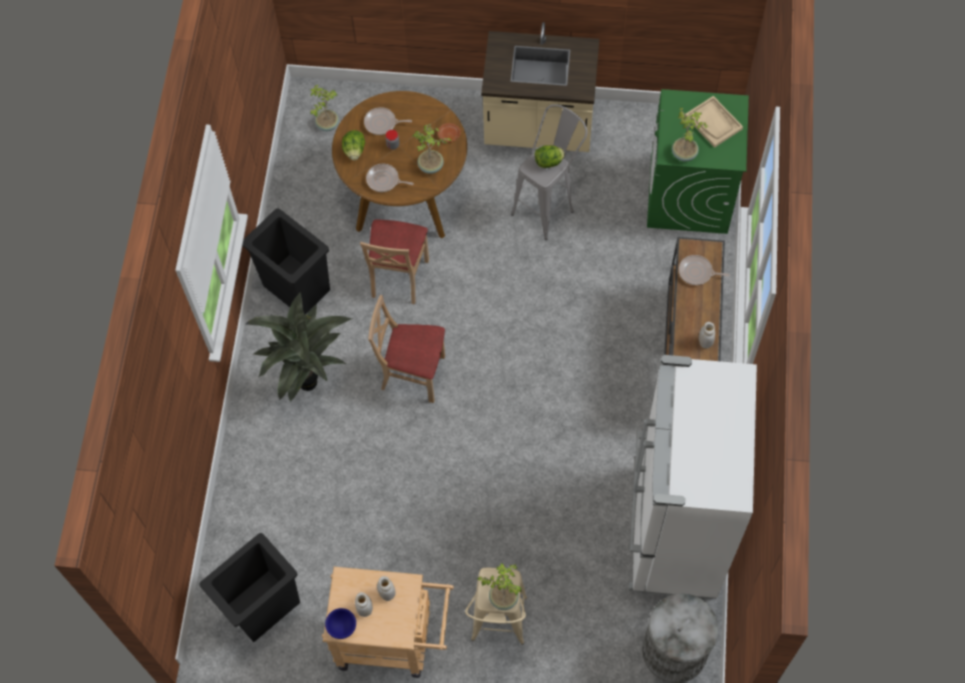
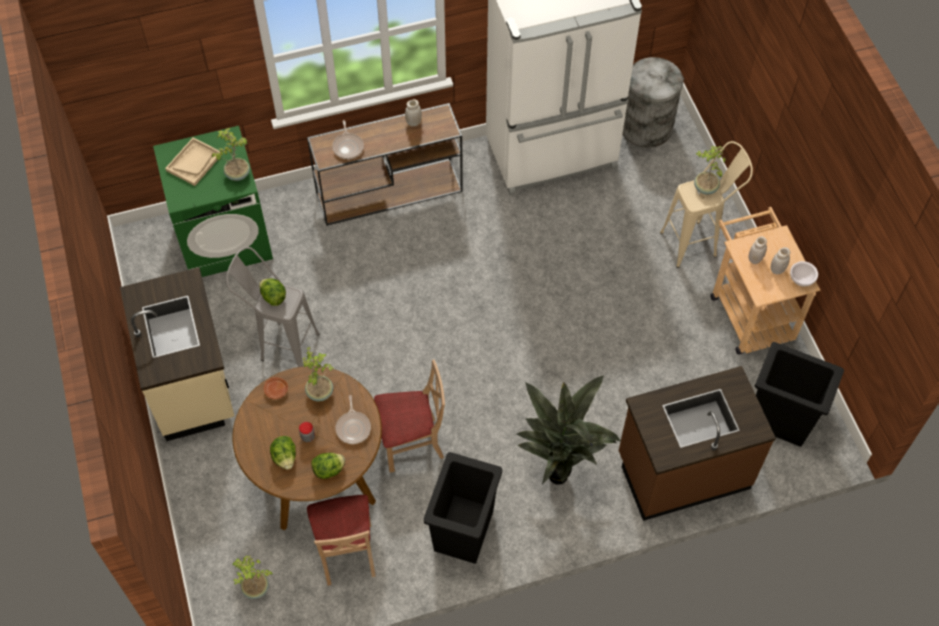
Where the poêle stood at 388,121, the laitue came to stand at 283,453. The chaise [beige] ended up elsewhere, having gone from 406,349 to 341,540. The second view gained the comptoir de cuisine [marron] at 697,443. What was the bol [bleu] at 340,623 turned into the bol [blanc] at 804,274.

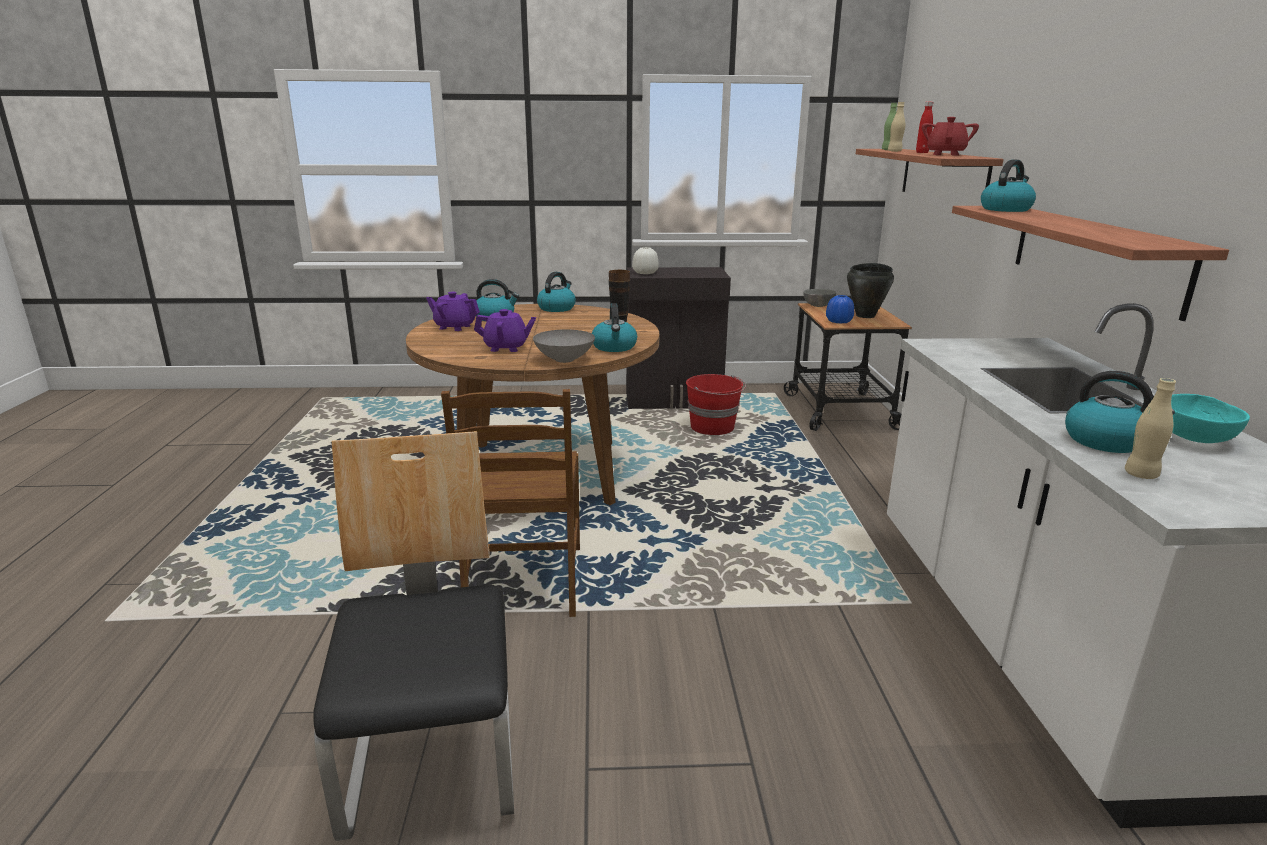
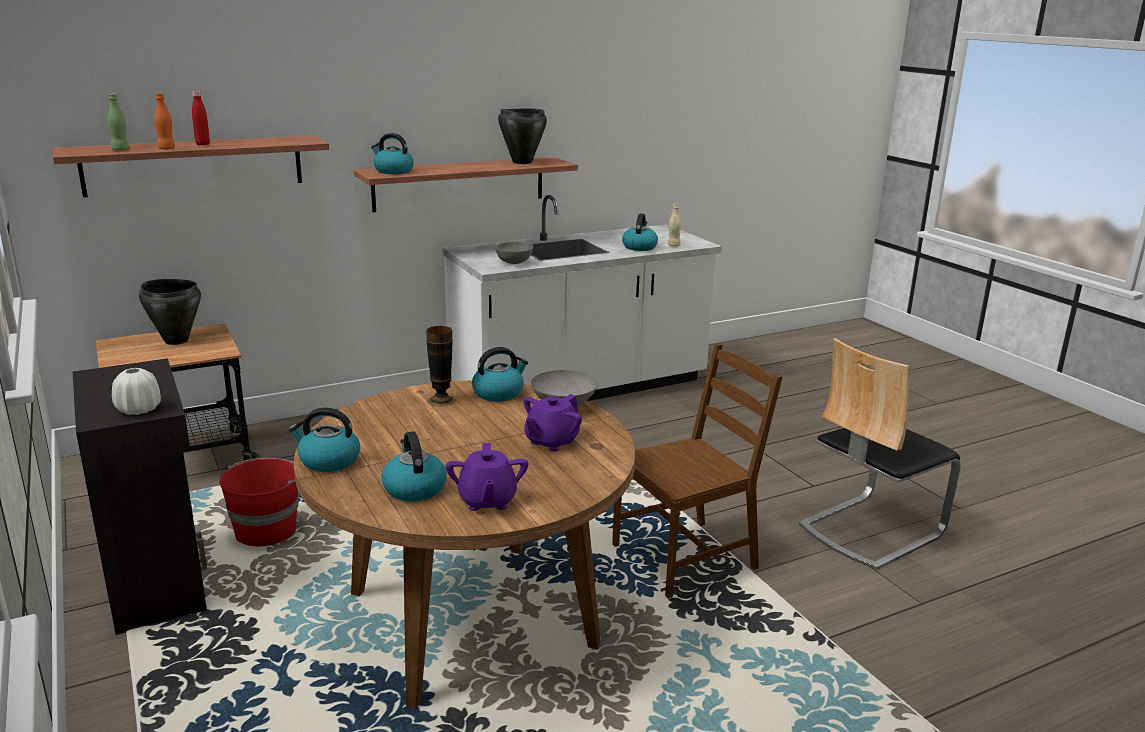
What was the bouteille [beige] at 896,127 turned into the bouteille [orange] at 164,121. The bol [gris] ended up elsewhere, having gone from 819,298 to 514,252. The second view gained the marmite [noir] at 522,136. The théière [violet] at 505,330 ended up facing another way, 120 degrees counterclockwise from before. The second view lost the vase [bleu] at 840,309. The second view lost the théière [rouge] at 950,136. The second view lost the bol [turquoise] at 1210,418.

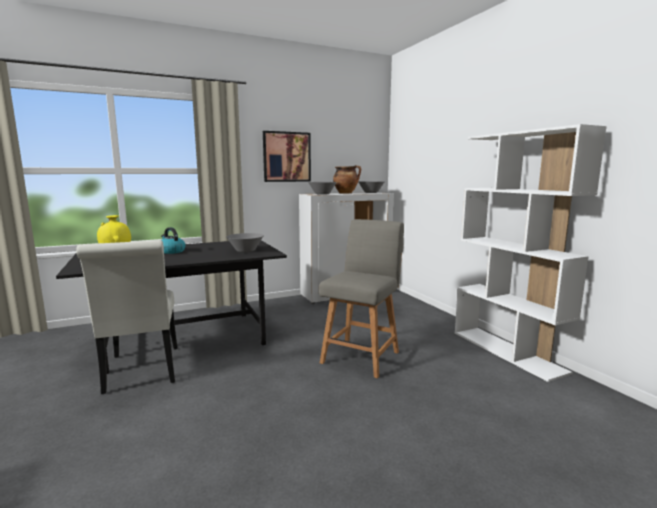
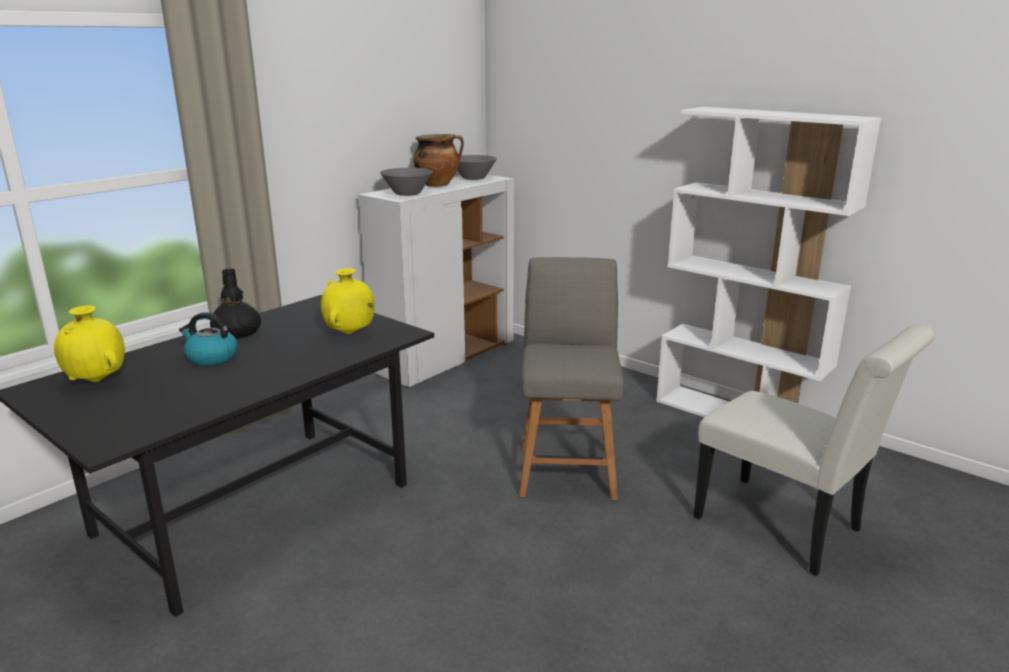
The second view gained the vase [noir] at 235,304. Where the bol [gris] stood at 245,242, the vase [jaune] came to stand at 348,301. The chaise [blanc] ended up elsewhere, having gone from 127,317 to 814,450. The second view lost the tableau at 287,156.

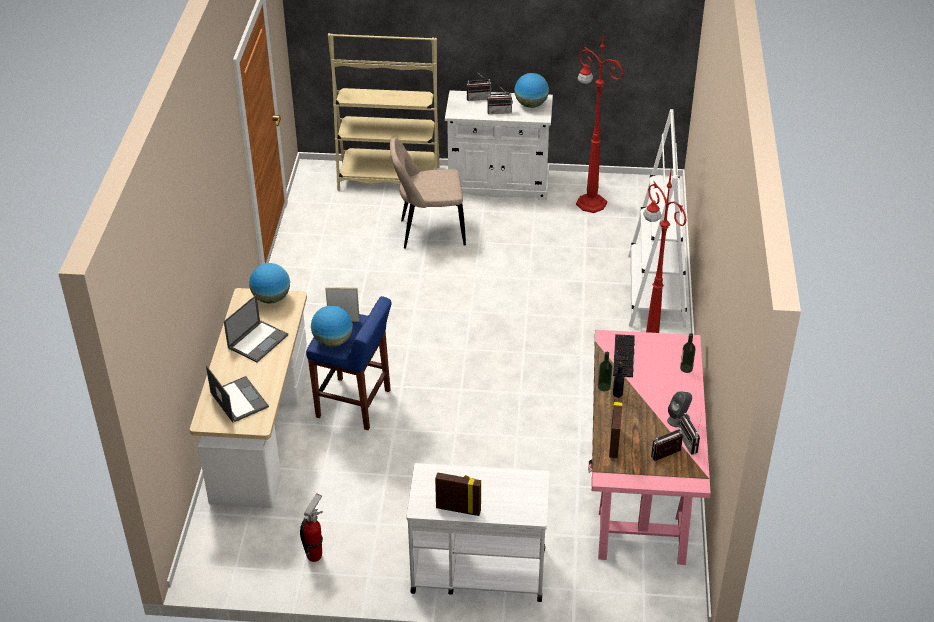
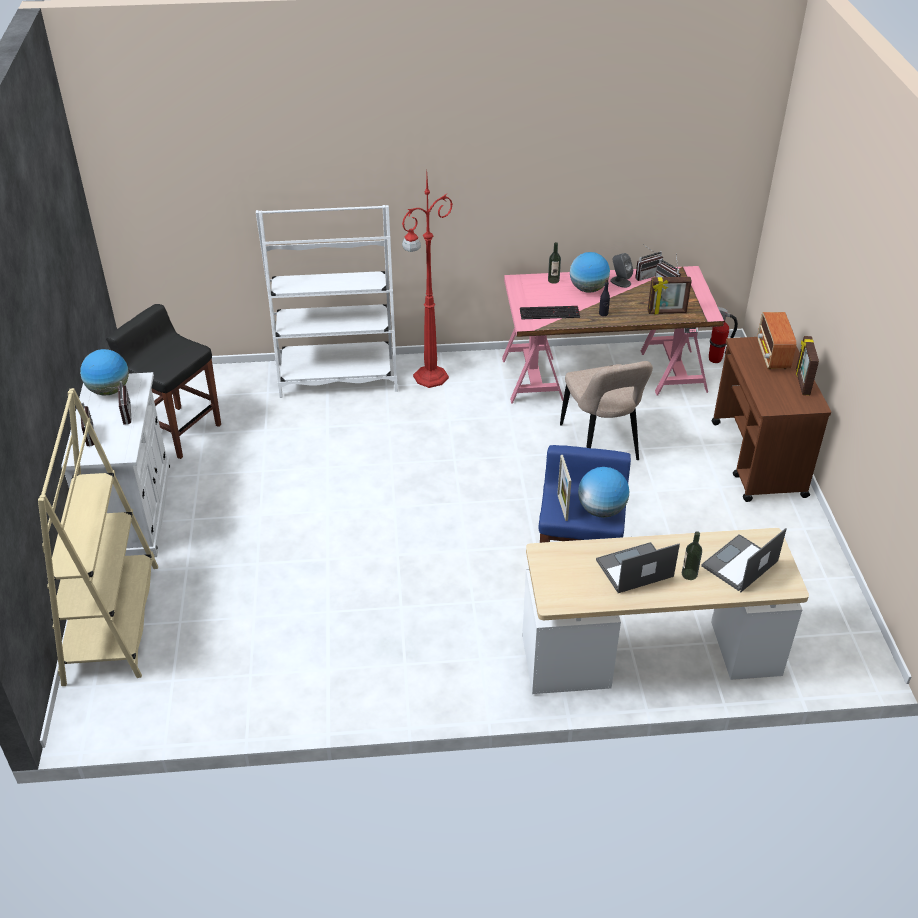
Where the lampadaire [rouge] stood at 600,120, the tabouret [noir] came to stand at 163,381. The chaise [beige] ended up elsewhere, having gone from 428,193 to 606,410. The globe ended up elsewhere, having gone from 269,283 to 590,272. The ordinateur portable at 256,329 ended up facing another way, 45 degrees counterclockwise from before. The bouteille ended up elsewhere, having gone from 605,371 to 692,555. The extincteur ended up elsewhere, having gone from 311,527 to 723,335. What was the chariot [blanc] at 477,532 turned into the chariot [marron] at 771,419. The second view gained the radio at 776,340.

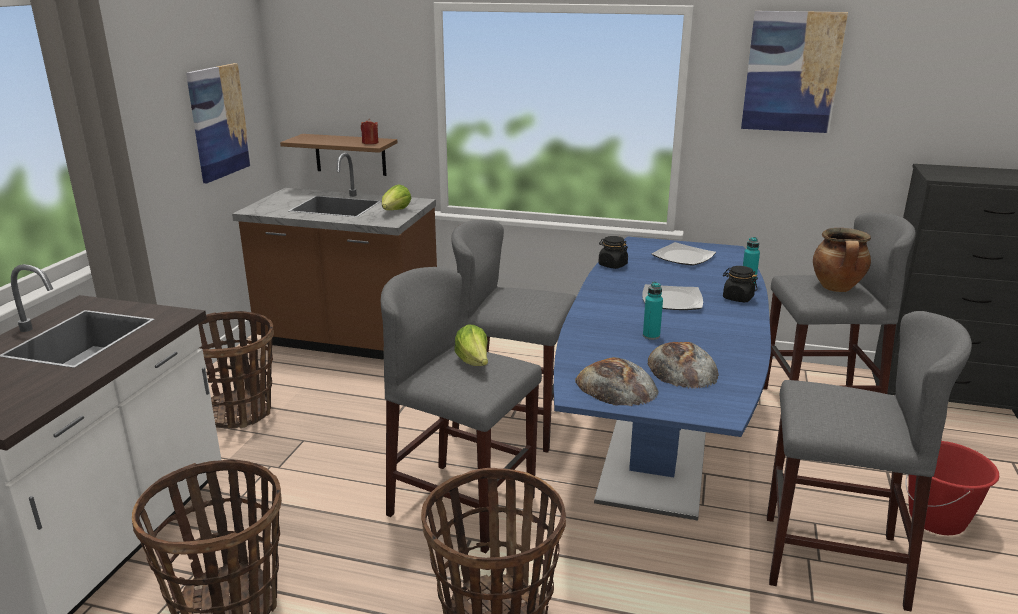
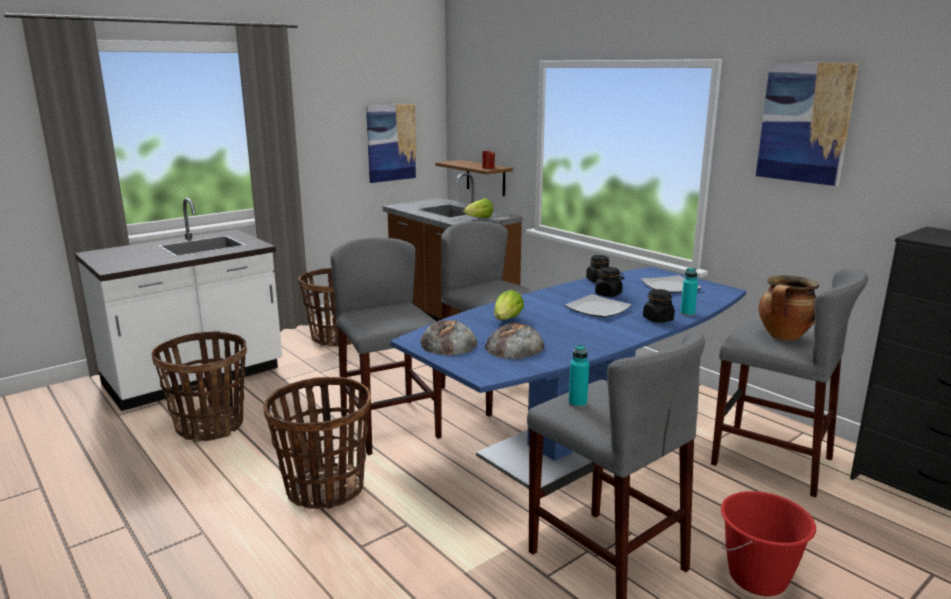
The laitue ended up elsewhere, having gone from 471,345 to 509,305. The bouteille [turquoise] ended up elsewhere, having gone from 653,311 to 578,376. The second view gained the bocal [noir] at 609,282.

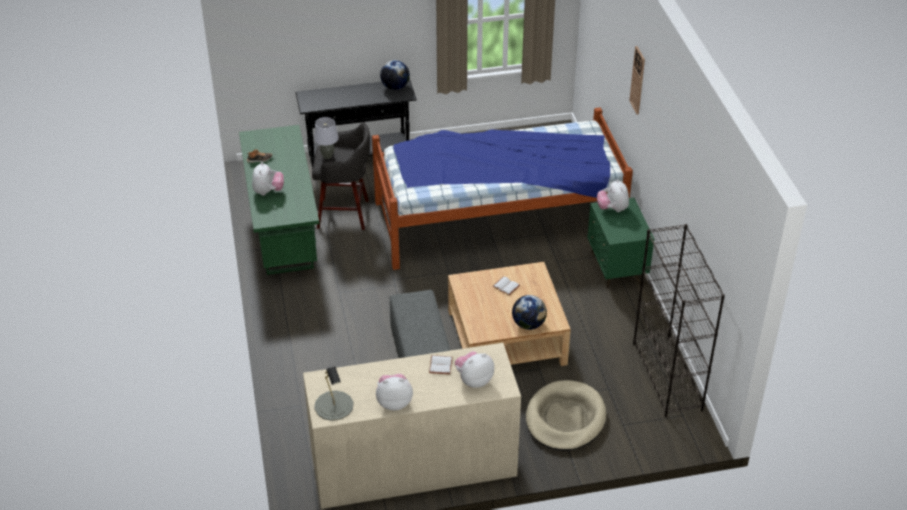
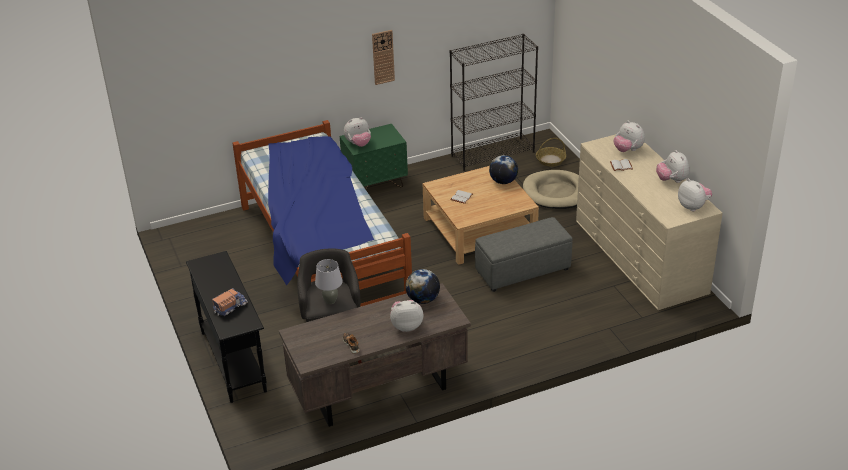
The second view gained the camion jouet at 230,302. What was the bureau [vert] at 279,200 turned into the bureau [marron] at 375,355. The horloge murale ended up elsewhere, having gone from 637,80 to 383,57. The globe ended up elsewhere, having gone from 395,75 to 422,286. The second view gained the panier at 551,152. Where the lampe de table [gris] stood at 334,393, the peluche came to stand at 695,195.

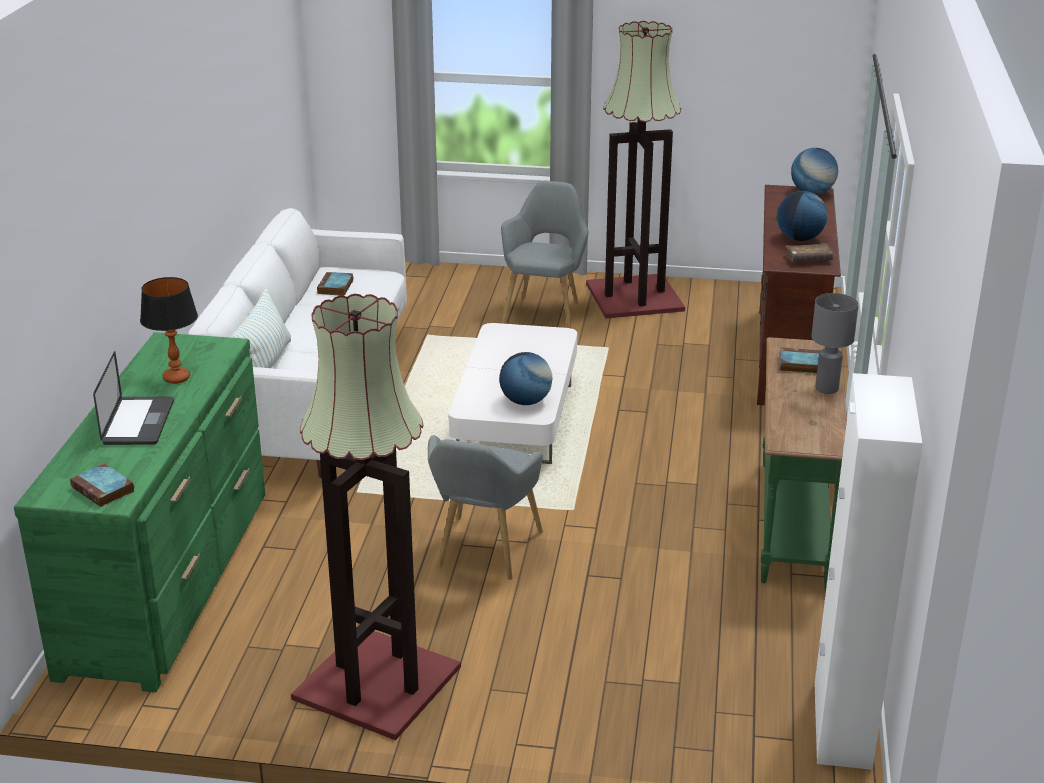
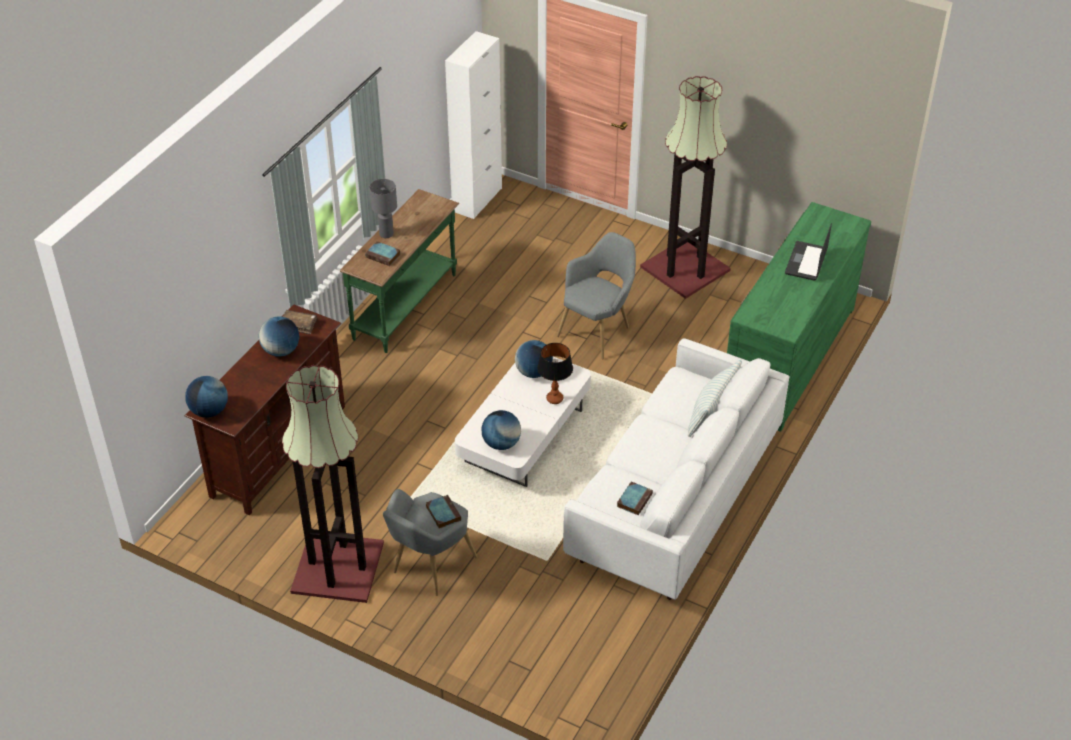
The livre ended up elsewhere, having gone from 102,485 to 443,512. The second view gained the globe at 501,430. The lampe de table ended up elsewhere, having gone from 169,330 to 555,373.

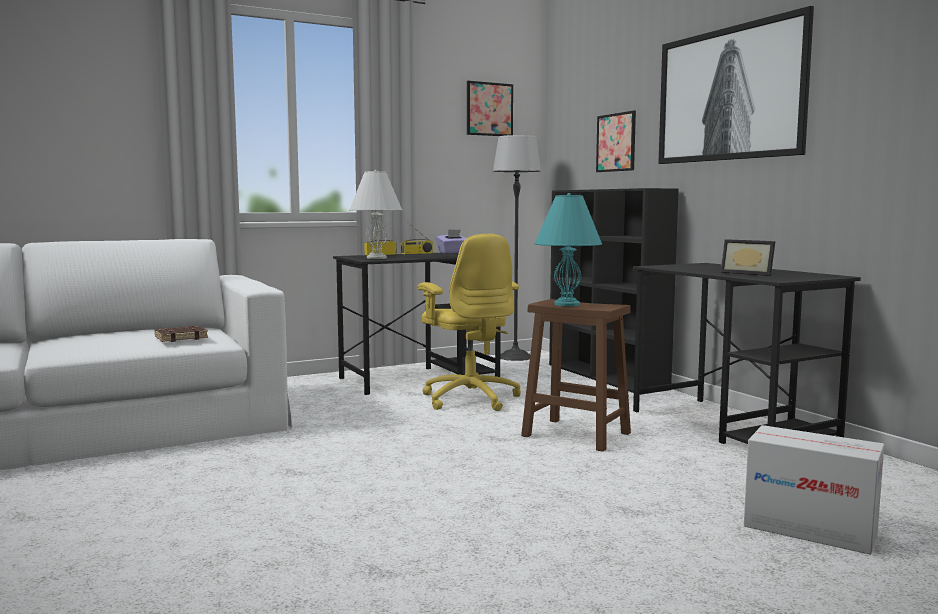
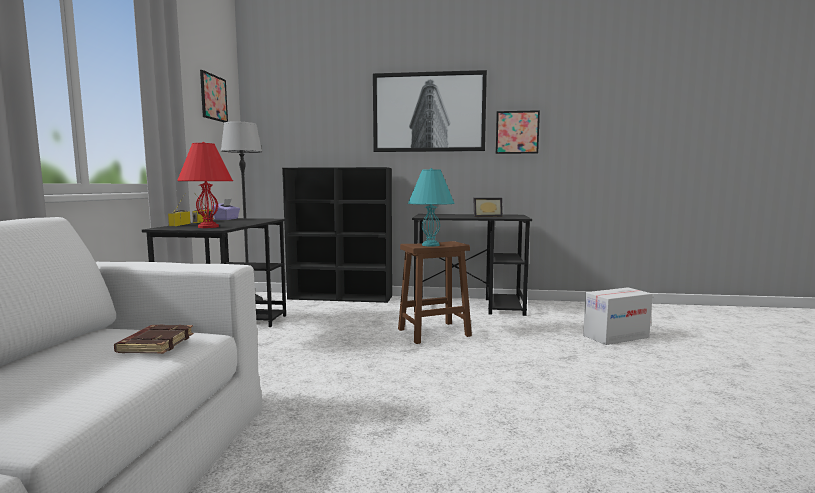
What was the lampe de table [blanc] at 376,214 turned into the lampe de table [rouge] at 205,185. The tableau ended up elsewhere, having gone from 616,141 to 518,132. The second view lost the chaise de bureau [jaune] at 469,322.

